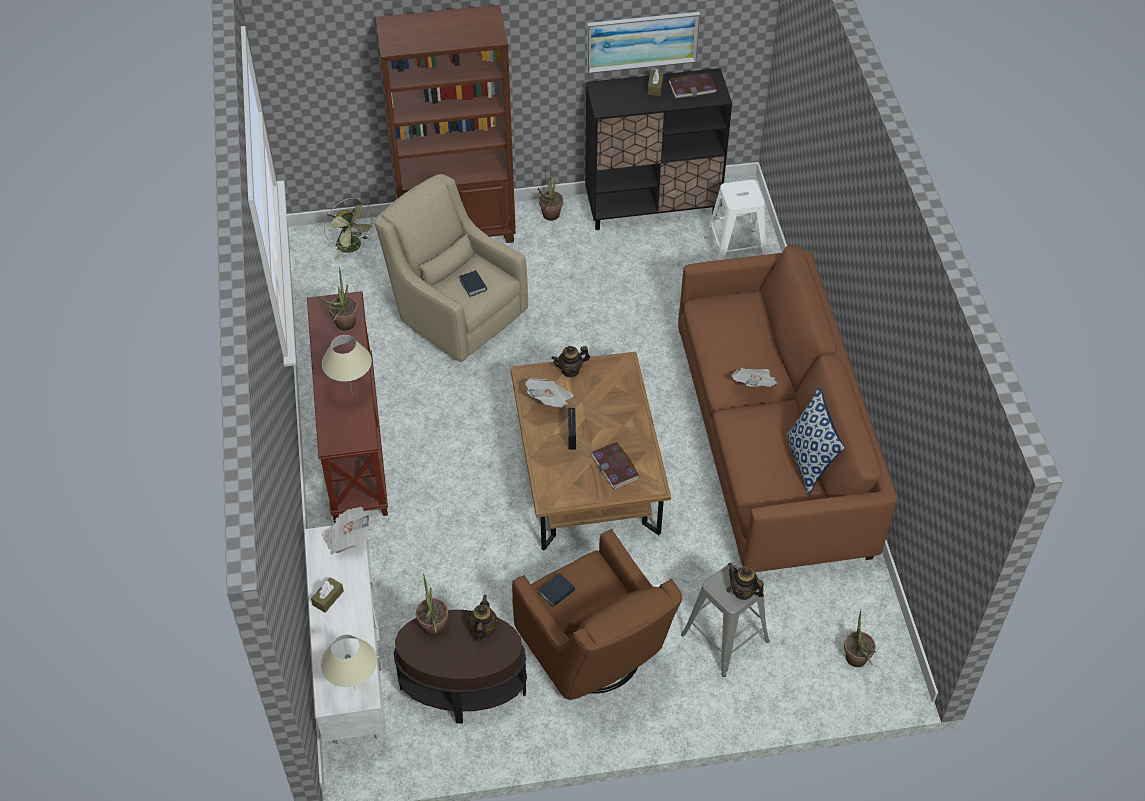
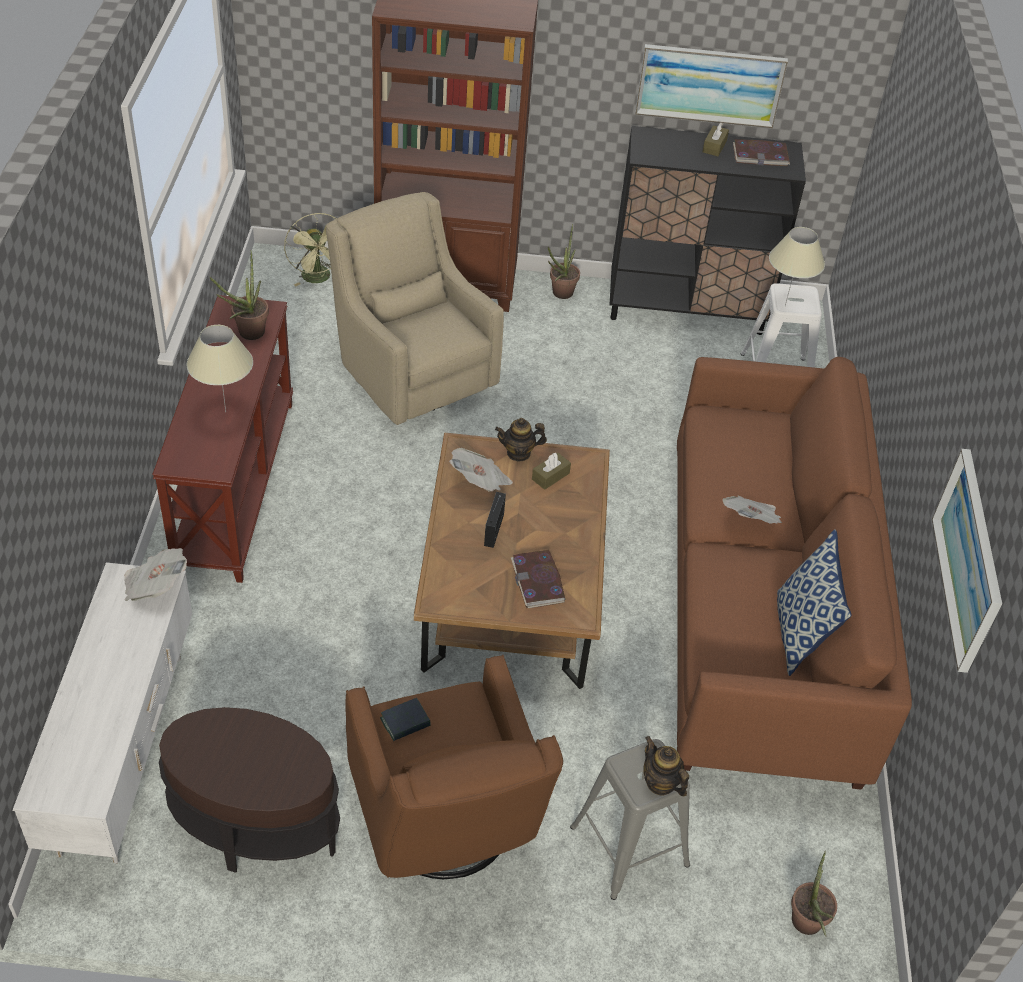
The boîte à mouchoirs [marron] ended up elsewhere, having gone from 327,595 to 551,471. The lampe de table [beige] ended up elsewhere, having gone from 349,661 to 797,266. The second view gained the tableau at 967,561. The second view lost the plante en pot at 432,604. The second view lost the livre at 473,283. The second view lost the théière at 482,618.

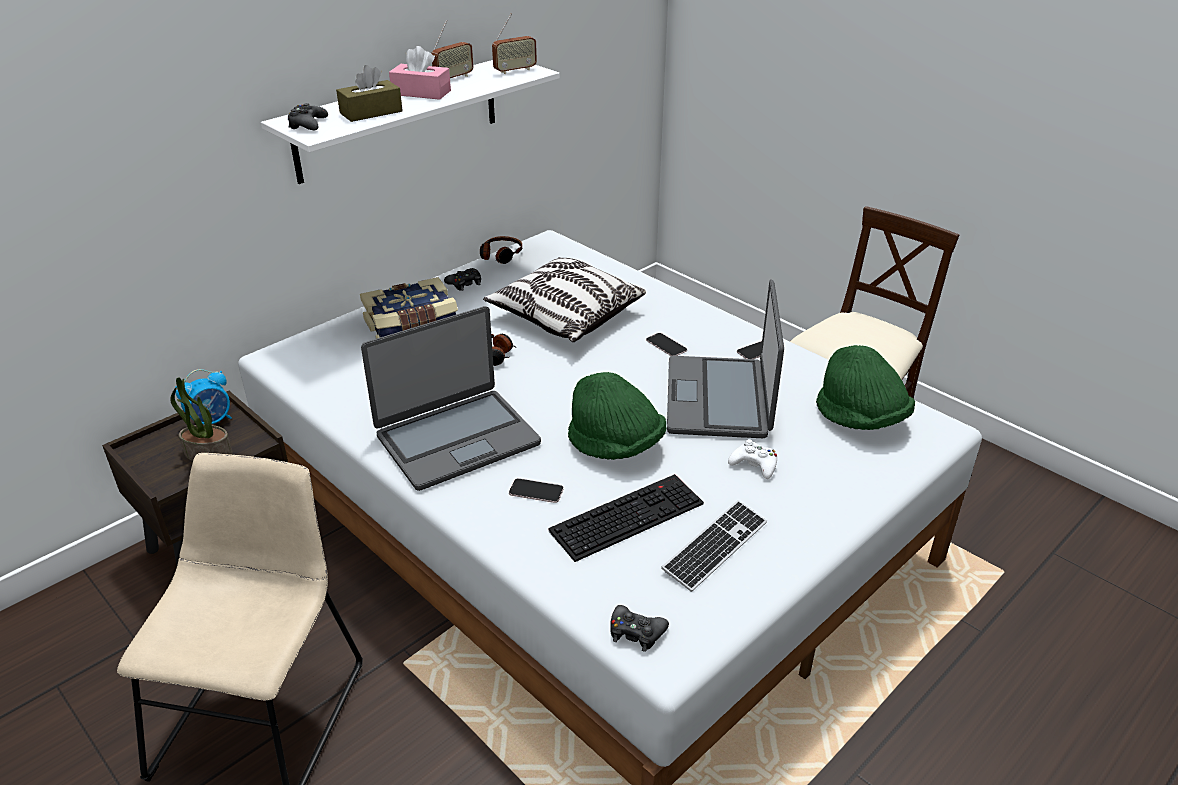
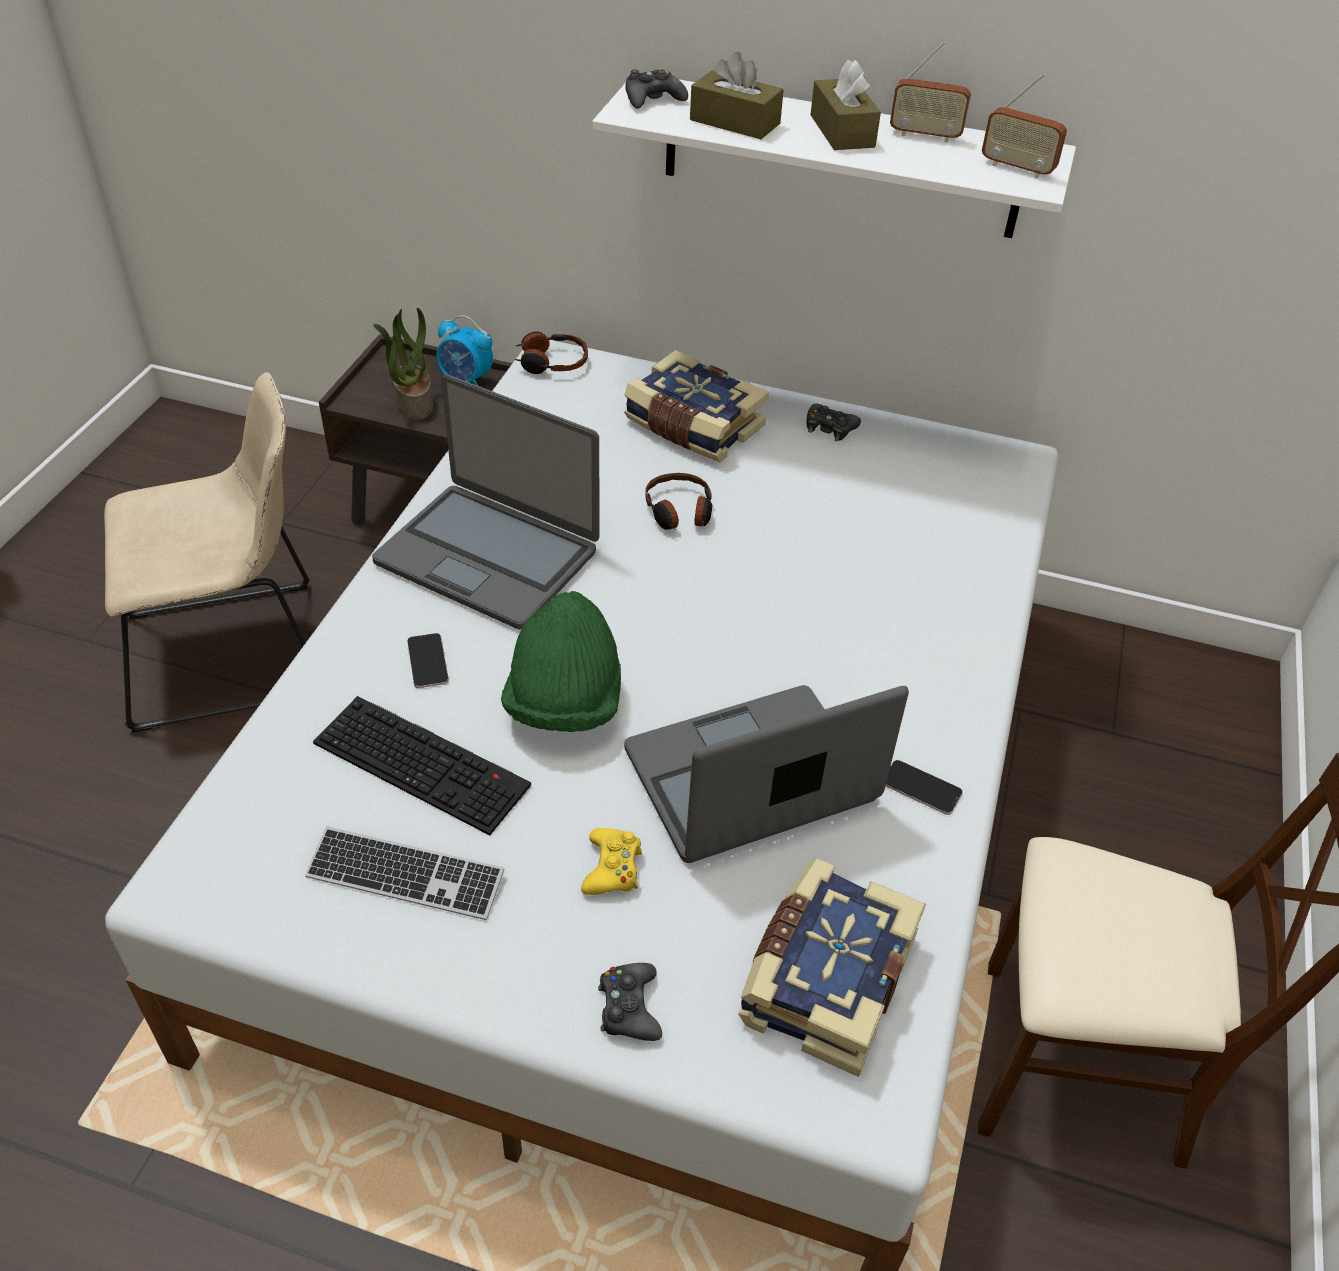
The casque audio ended up elsewhere, having gone from 501,250 to 551,352. What was the manette [blanc] at 752,459 turned into the manette [jaune] at 611,861. The manette [noir] ended up elsewhere, having gone from 639,628 to 630,1002. Where the chapeau [vert] stood at 865,387, the livre came to stand at 832,968. What was the boîte à mouchoirs [rose] at 420,73 turned into the boîte à mouchoirs [marron] at 845,104. The second view lost the coussin at 564,299. The second view lost the téléphone at 666,344.

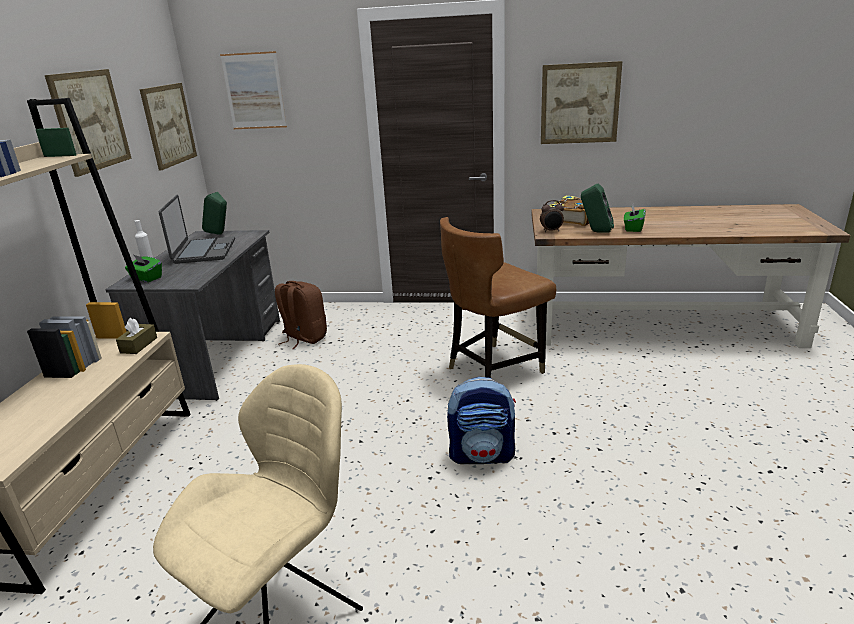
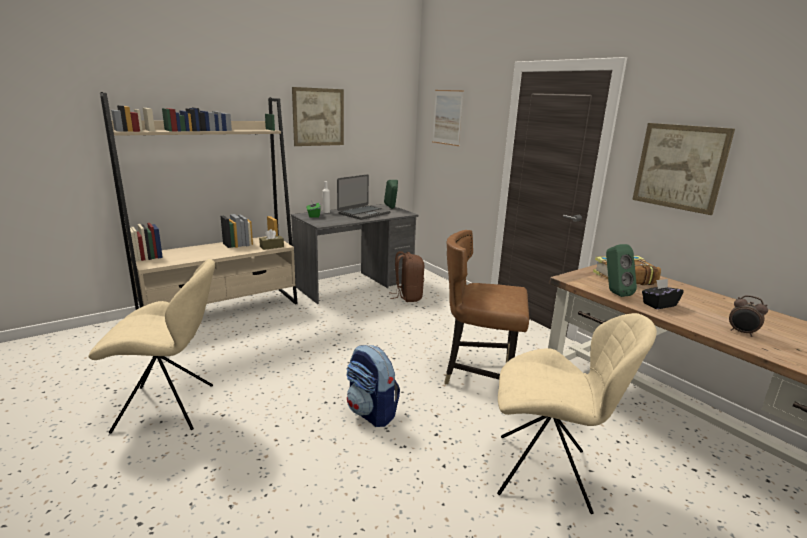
The second view gained the chaise [beige] at 577,413. What was the boîte à mouchoirs [vert] at 635,218 turned into the boîte à mouchoirs [noir] at 663,294. The réveil ended up elsewhere, having gone from 552,216 to 748,316. The second view lost the tableau at 168,127.

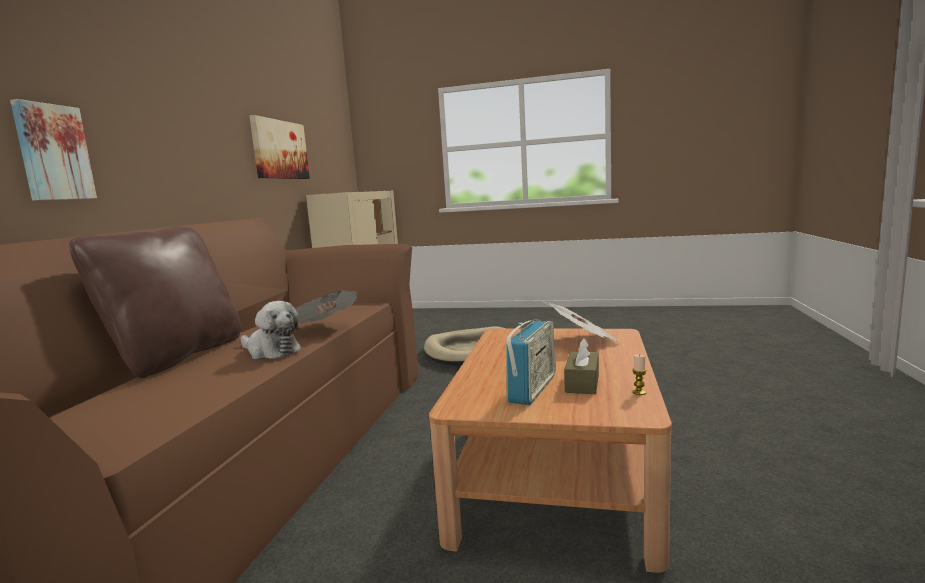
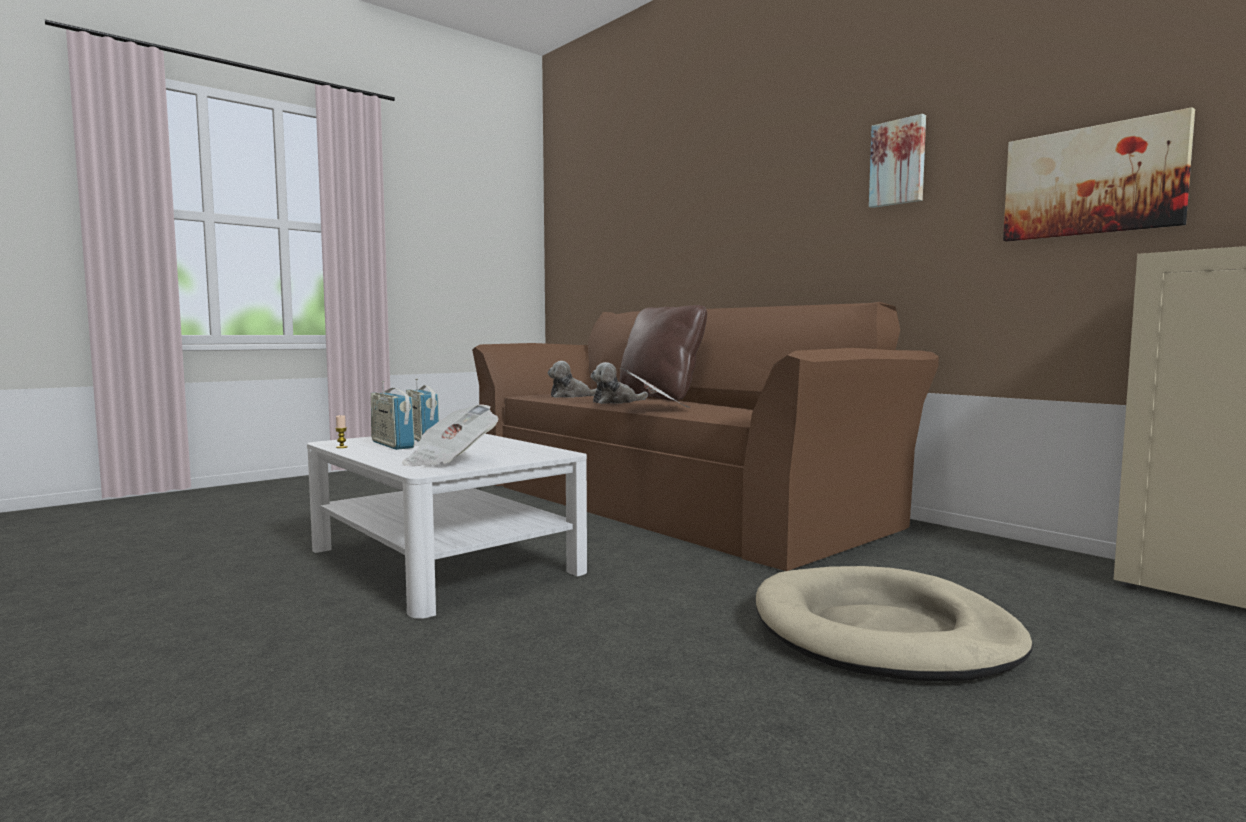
What was the table basse [marron] at 550,451 turned into the table basse [blanc] at 447,526. Where the boîte à mouchoirs [marron] stood at 581,366, the radio came to stand at 393,415. The second view gained the peluche at 572,379. The tableau ended up elsewhere, having gone from 53,150 to 897,161.

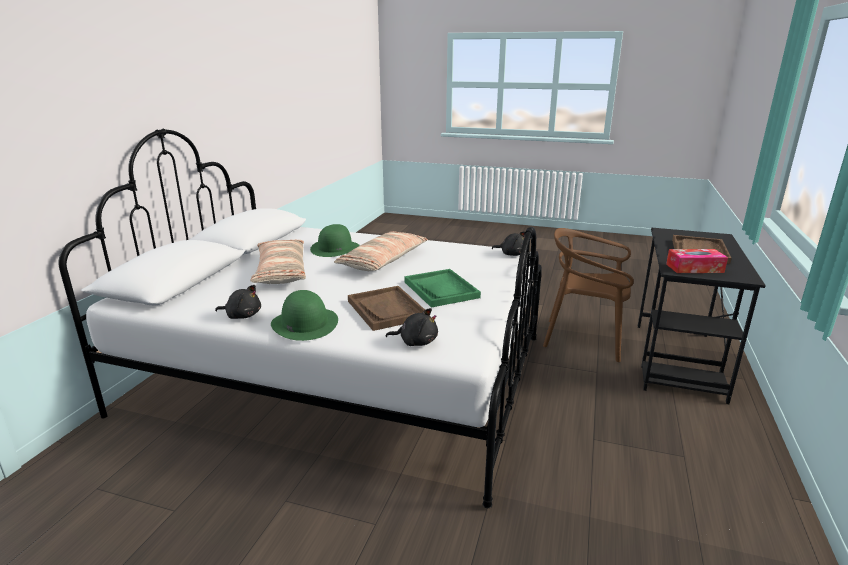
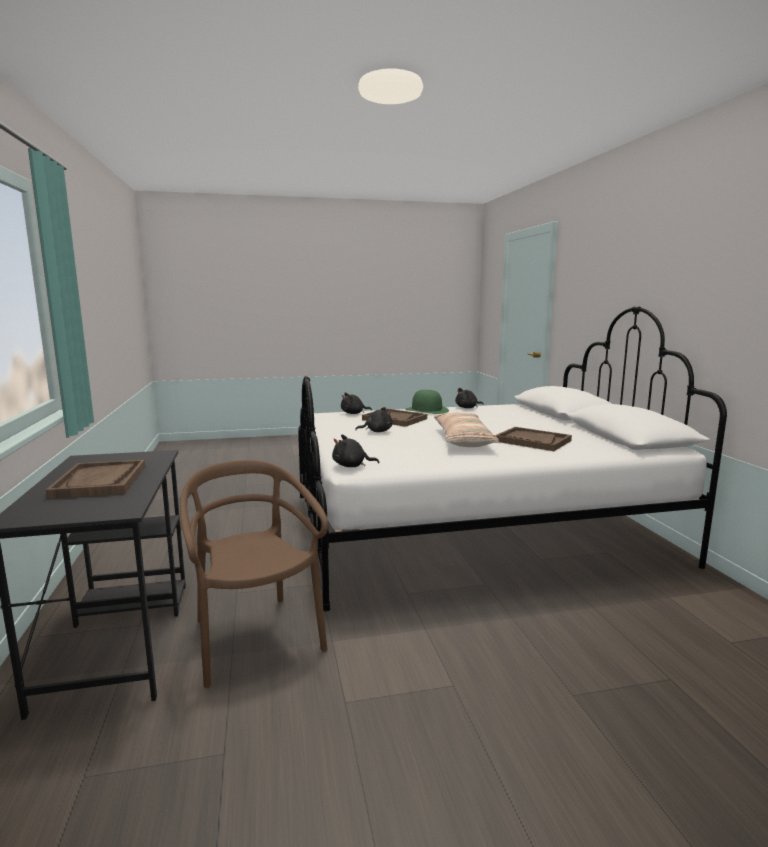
The chaise [marron] at 588,295 ended up facing another way, 105 degrees counterclockwise from before. Where the plateau [vert] stood at 442,288, the peluche [noir] came to stand at 374,419. Where the chapeau [vert] stood at 335,240, the plateau [marron] came to stand at 533,439. The second view lost the coussin at 278,262. The second view lost the boîte à mouchoirs at 697,261.

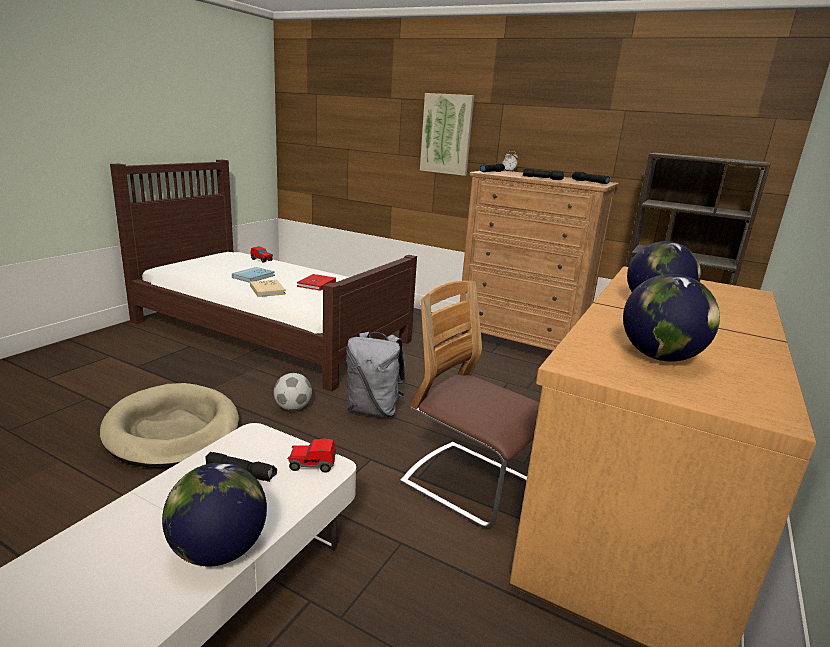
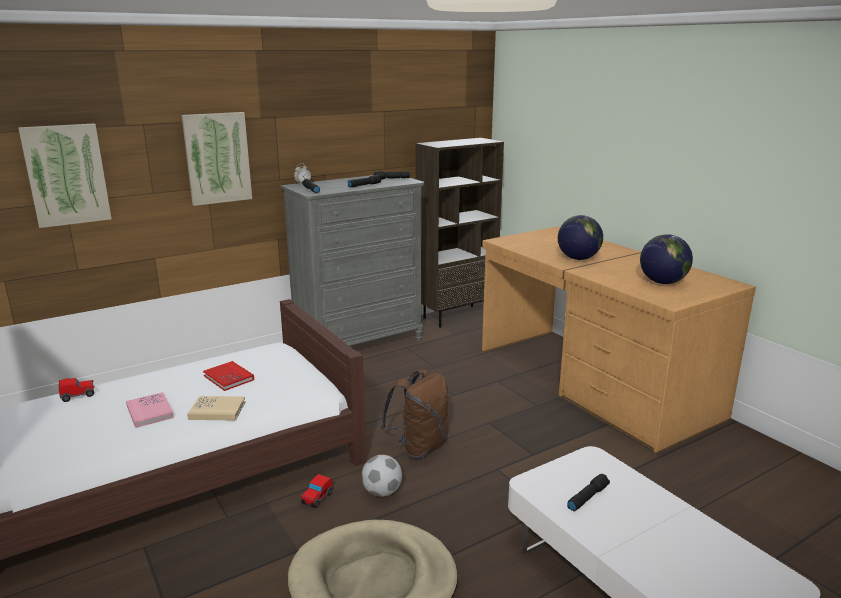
The second view gained the tableau at 65,175. What was the livre [bleu] at 253,275 turned into the livre [rose] at 150,410. What was the commode [marron] at 537,260 turned into the commode [gris] at 352,260. The petite voiture ended up elsewhere, having gone from 311,456 to 316,491. What was the sac à dos [gris] at 376,374 turned into the sac à dos [marron] at 414,414. The second view lost the globe at 214,514. The second view lost the chaise at 469,404.

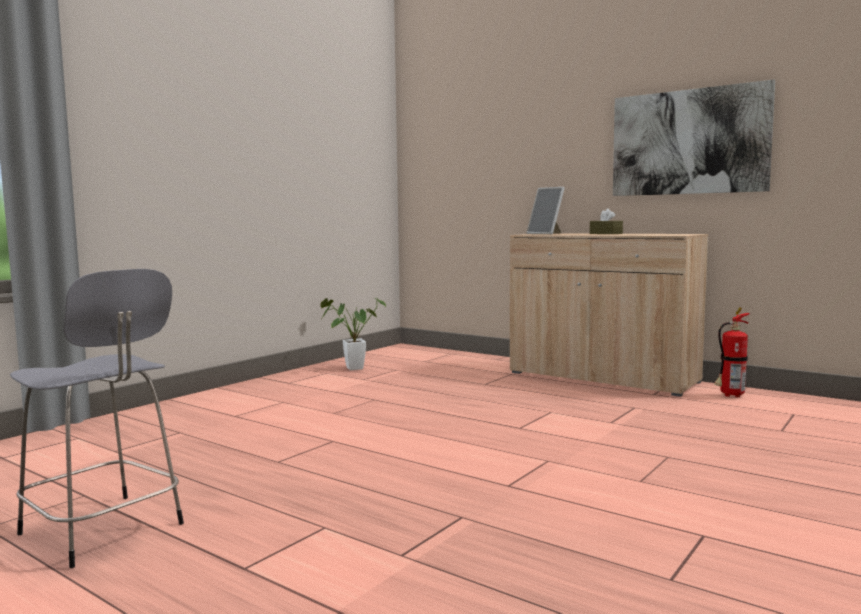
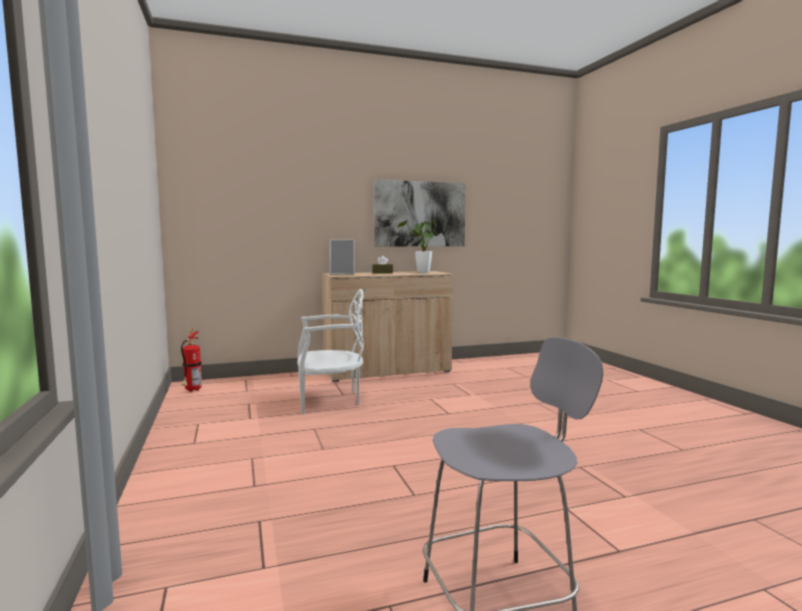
The extincteur ended up elsewhere, having gone from 732,352 to 191,360. The second view gained the chaise [blanc] at 330,351. The plante en pot ended up elsewhere, having gone from 353,333 to 418,246.

